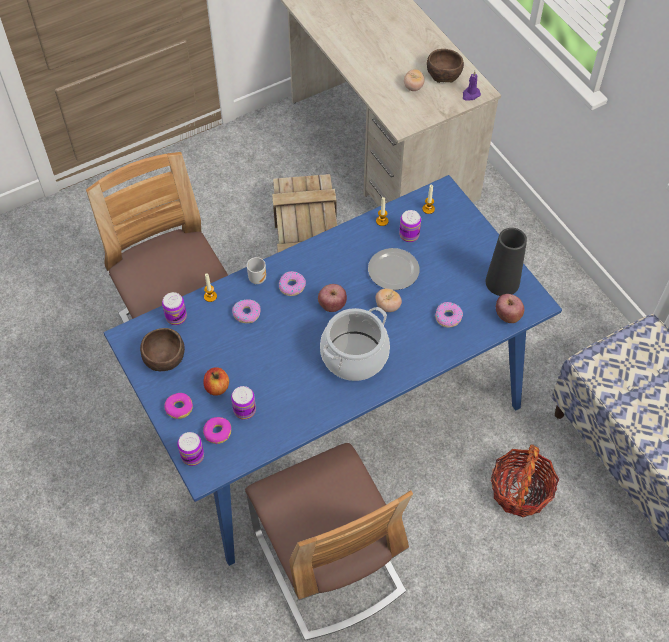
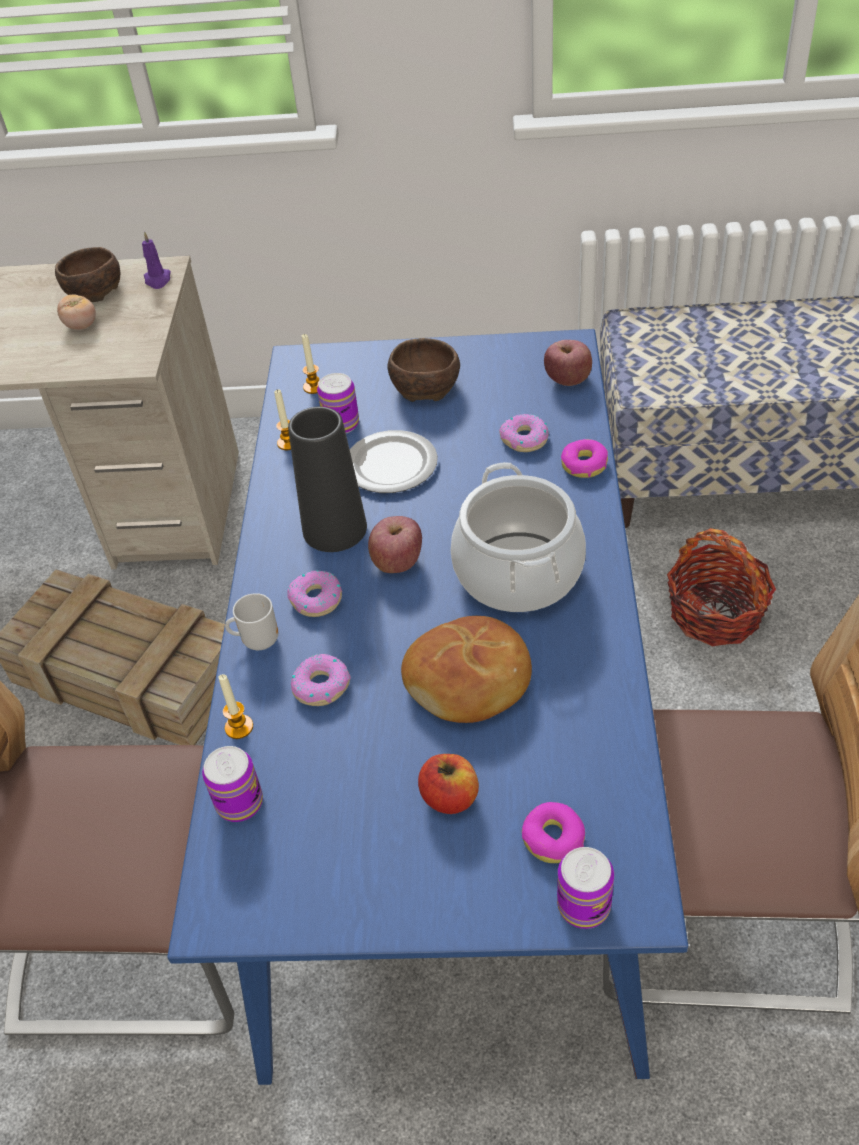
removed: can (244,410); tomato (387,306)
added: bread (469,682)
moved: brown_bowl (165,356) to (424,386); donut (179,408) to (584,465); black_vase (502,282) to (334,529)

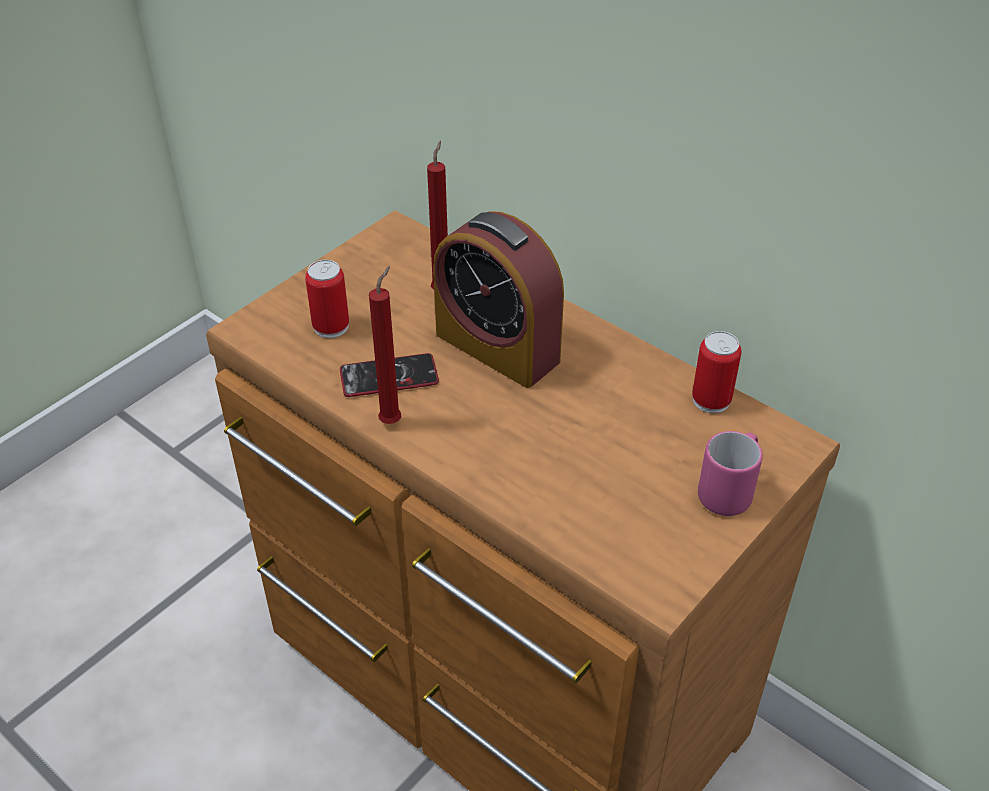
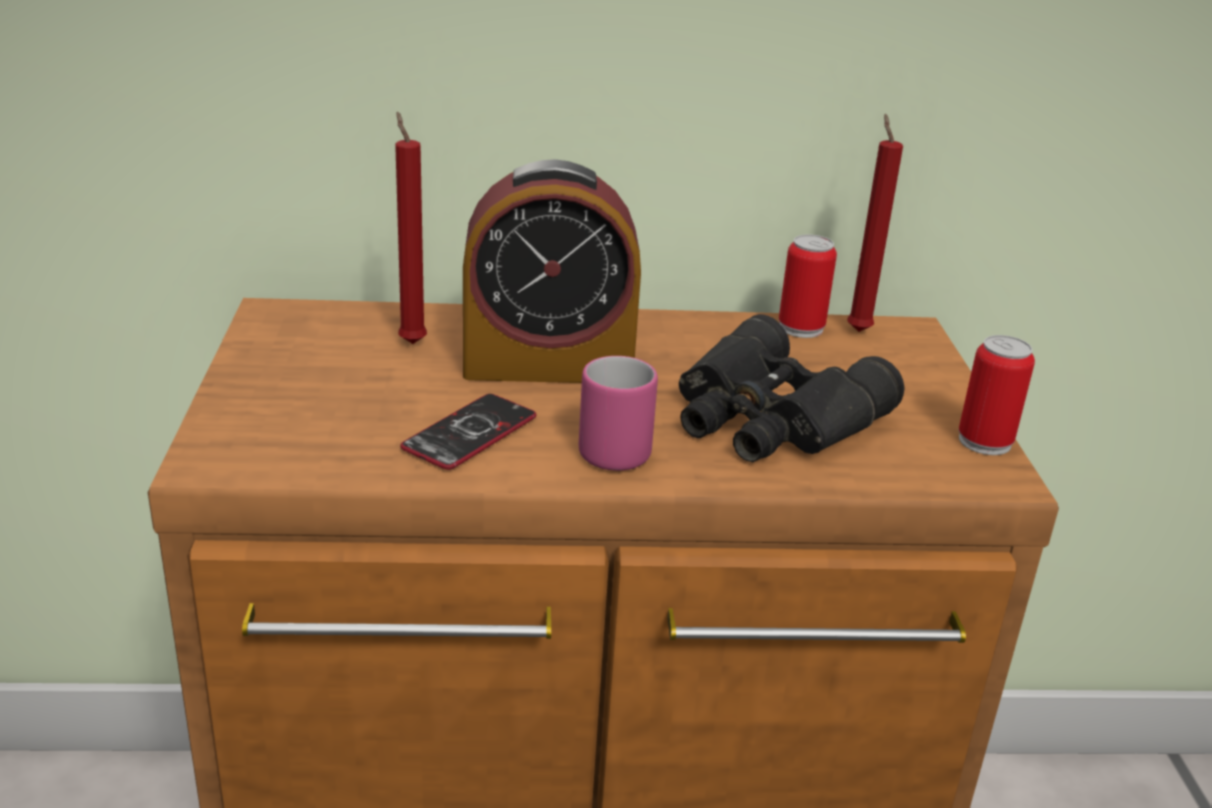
added: black_binoculars (770,418)
moved: can (331,326) to (984,441); red_candle (393,420) to (857,329); pink_mug (729,491) to (613,447)

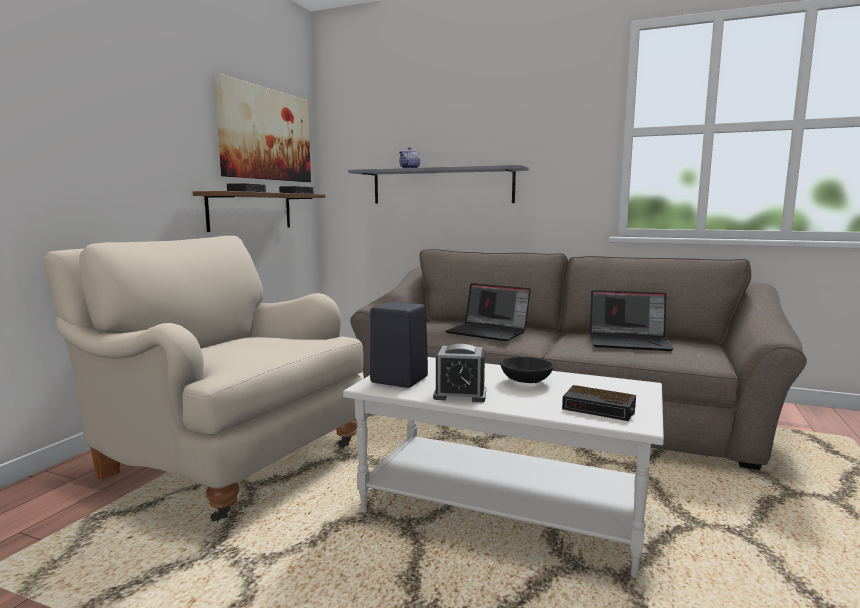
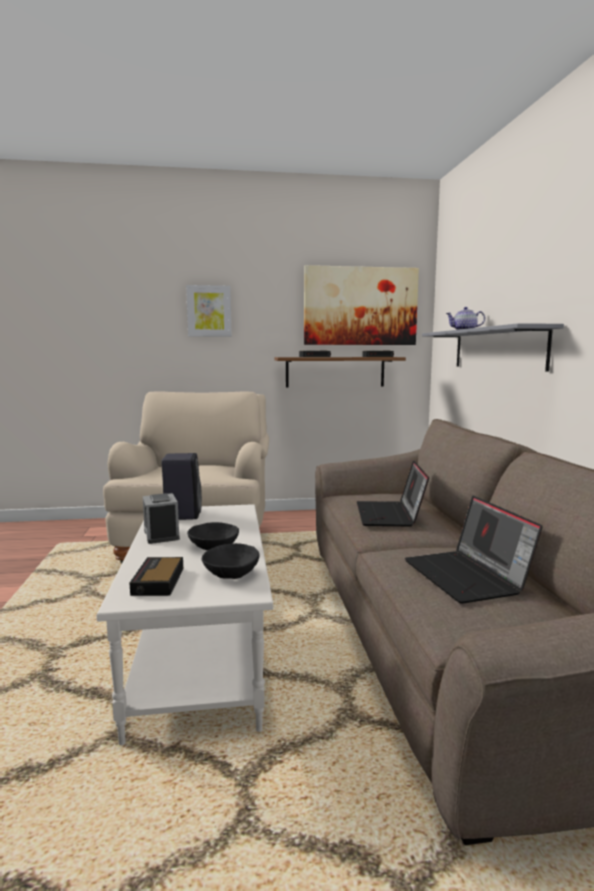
added: picture (209,311); black_bowl (231,574)

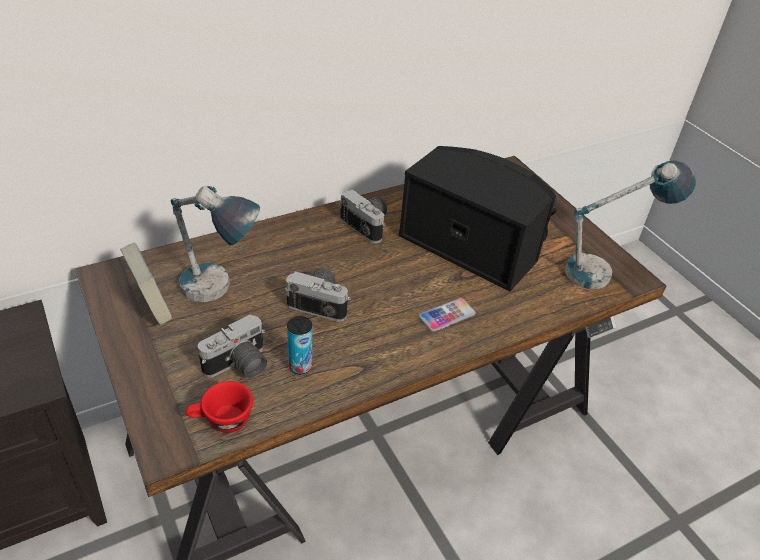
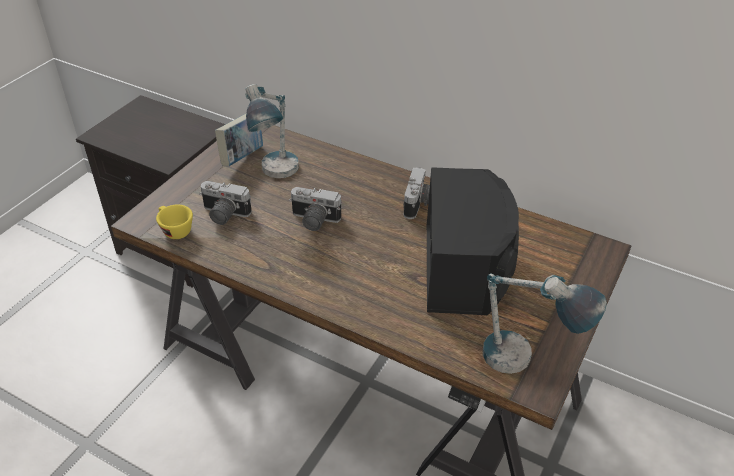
removed: can (300,366); phone (447,315)
recoloured: red_cup (221,421) to yellow_cup (174,230)
turned: photo_camera (321,302) = (313,221) 120 degrees clockwise

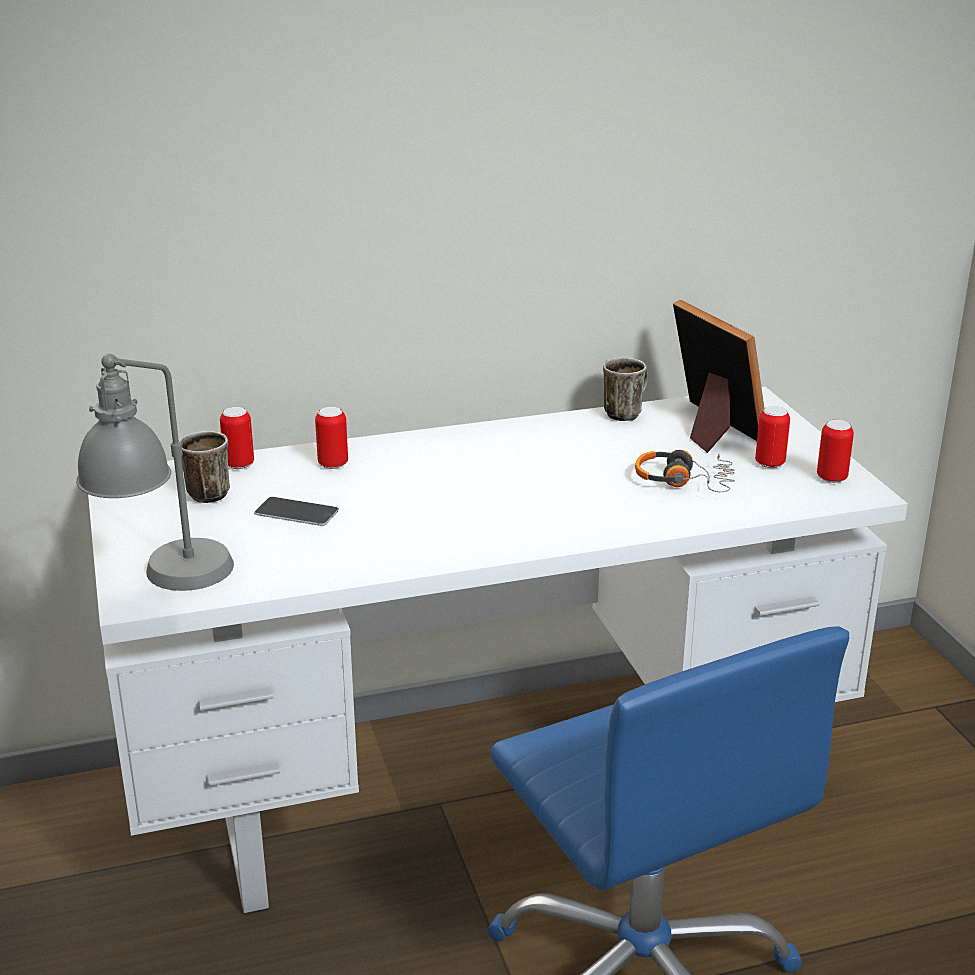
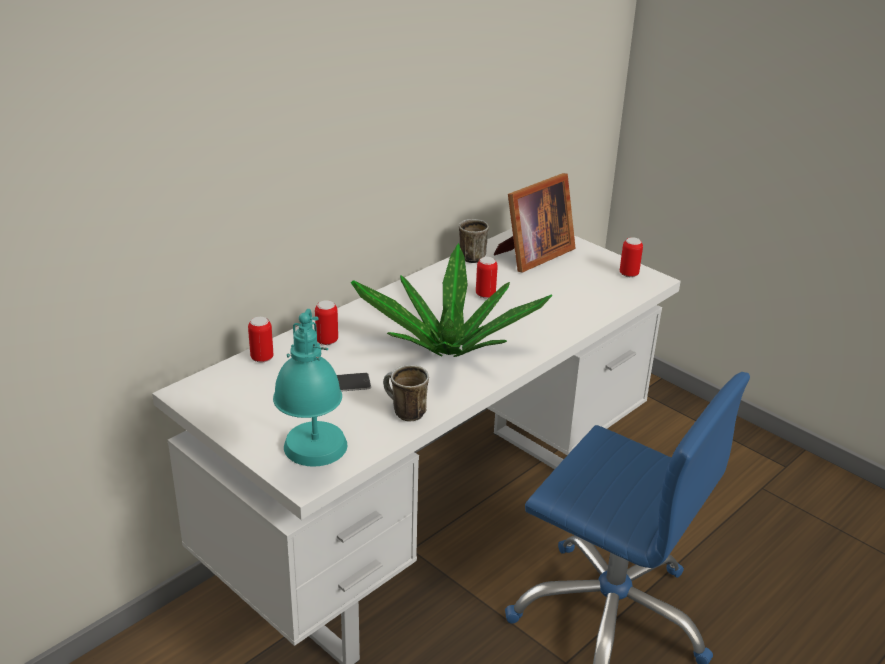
removed: headphones (684,481)
added: potted_plant (448,348)
moved: mug (204,493) to (403,412); can (769,463) to (485,295)
recoloured: grey_table_lamp (167,586) to turquoise_table_lamp (315,464)
turned: picture_frame (710,428) = (532,255) 105 degrees clockwise

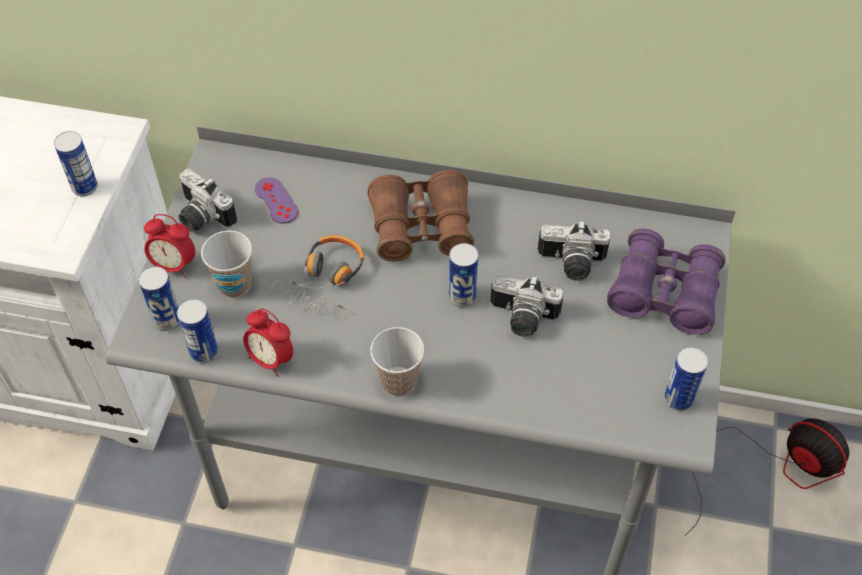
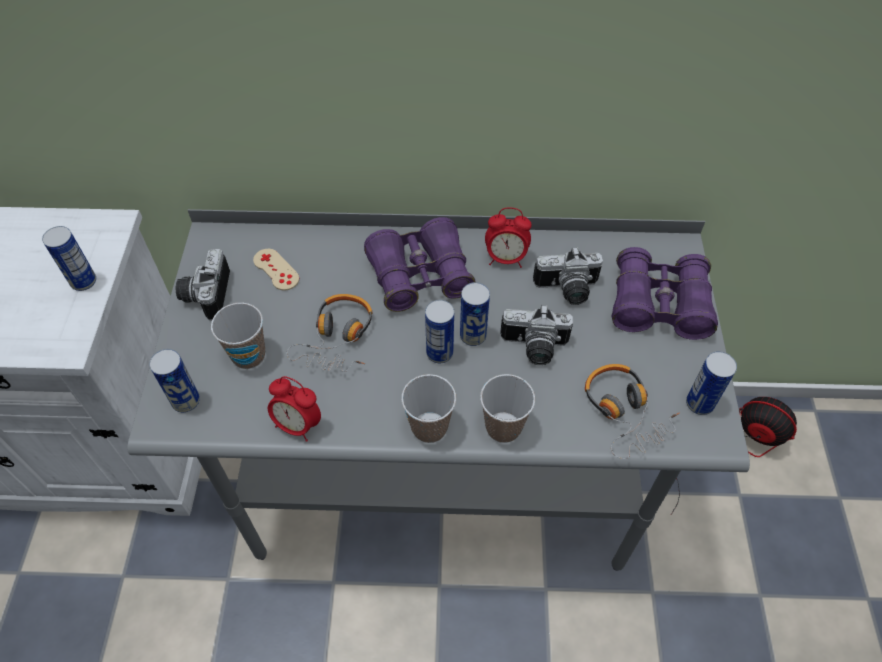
added: cup (503,427); headphones (624,413)
moved: alarm_clock (174,265) to (505,259); can (204,352) to (439,353)
recoloured: purple_game_controller (276,200) to beige_game_controller (276,269); brown_binoculars (421,228) to purple_binoculars (420,276)
turned: photo_camera (201,217) = (205,295) 60 degrees clockwise

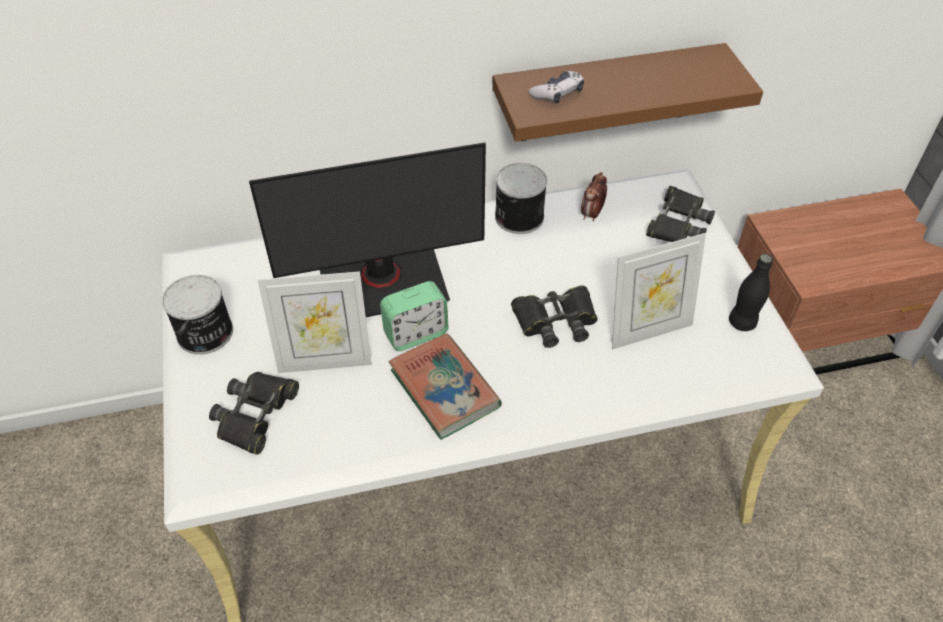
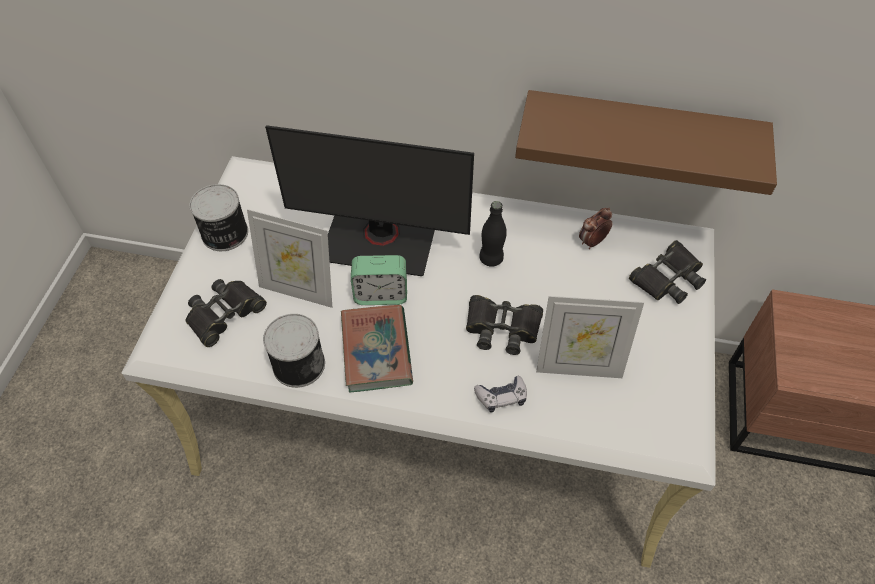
moved: can (517,216) to (297,363); game_controller (557,93) to (501,397); black_bottle (742,322) to (491,259)

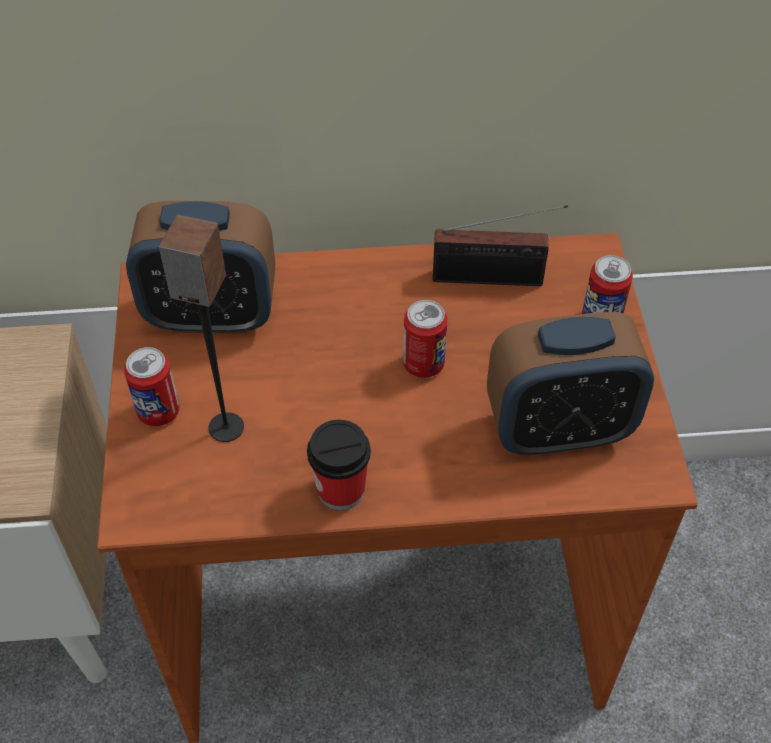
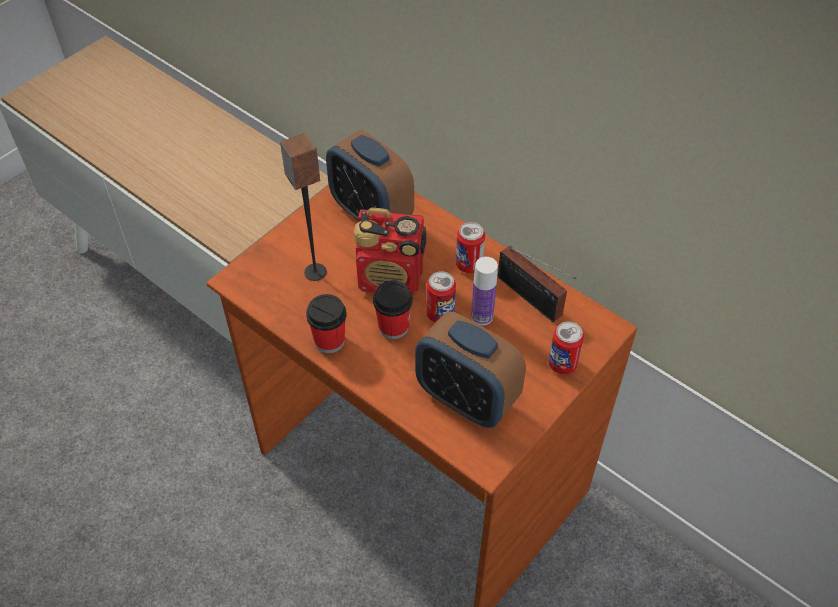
added: radio (391,279); cup (393,327); bottle (482,316)
moved: can (158,412) to (469,265)

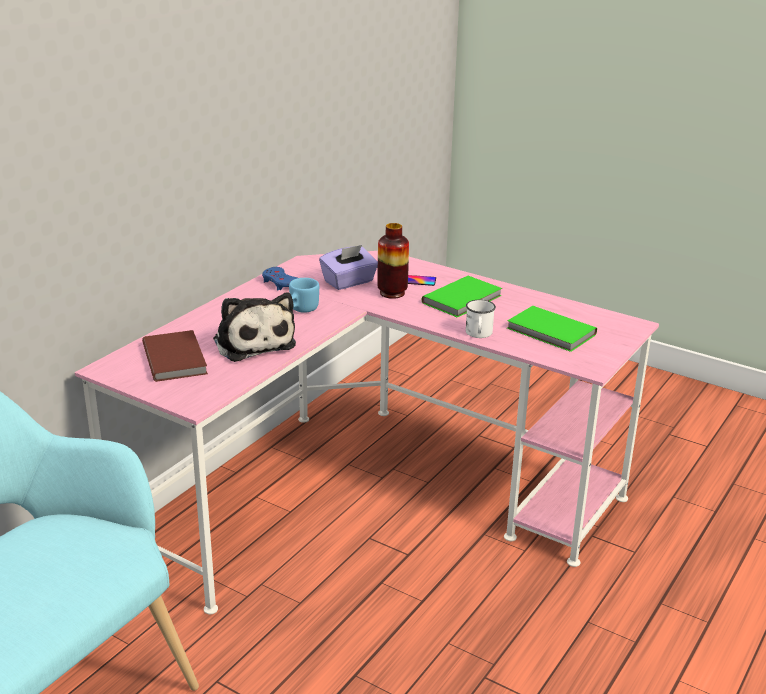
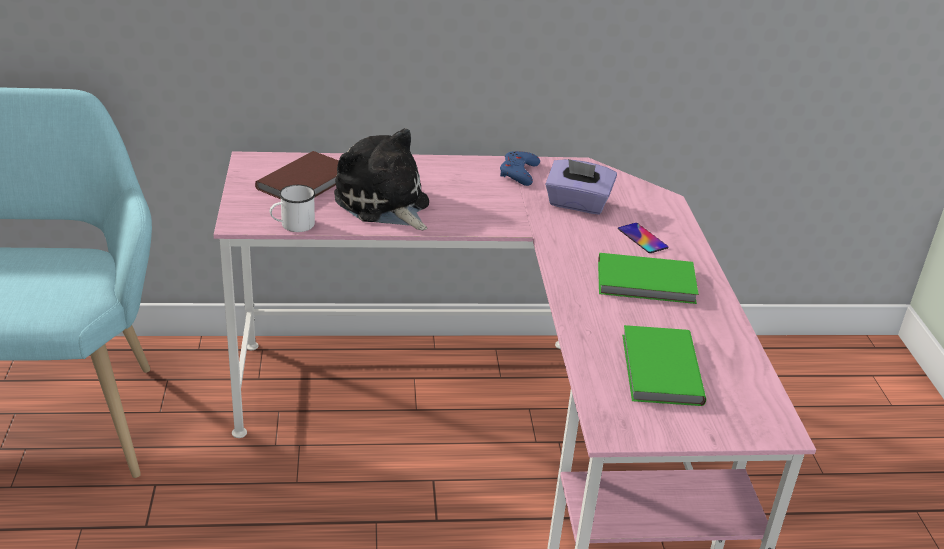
removed: blue_mug (301,310); vase (392,293)
moved: white_mug (478,334) to (292,225)
turned: plush_toy (253,342) = (384,204) 120 degrees clockwise

